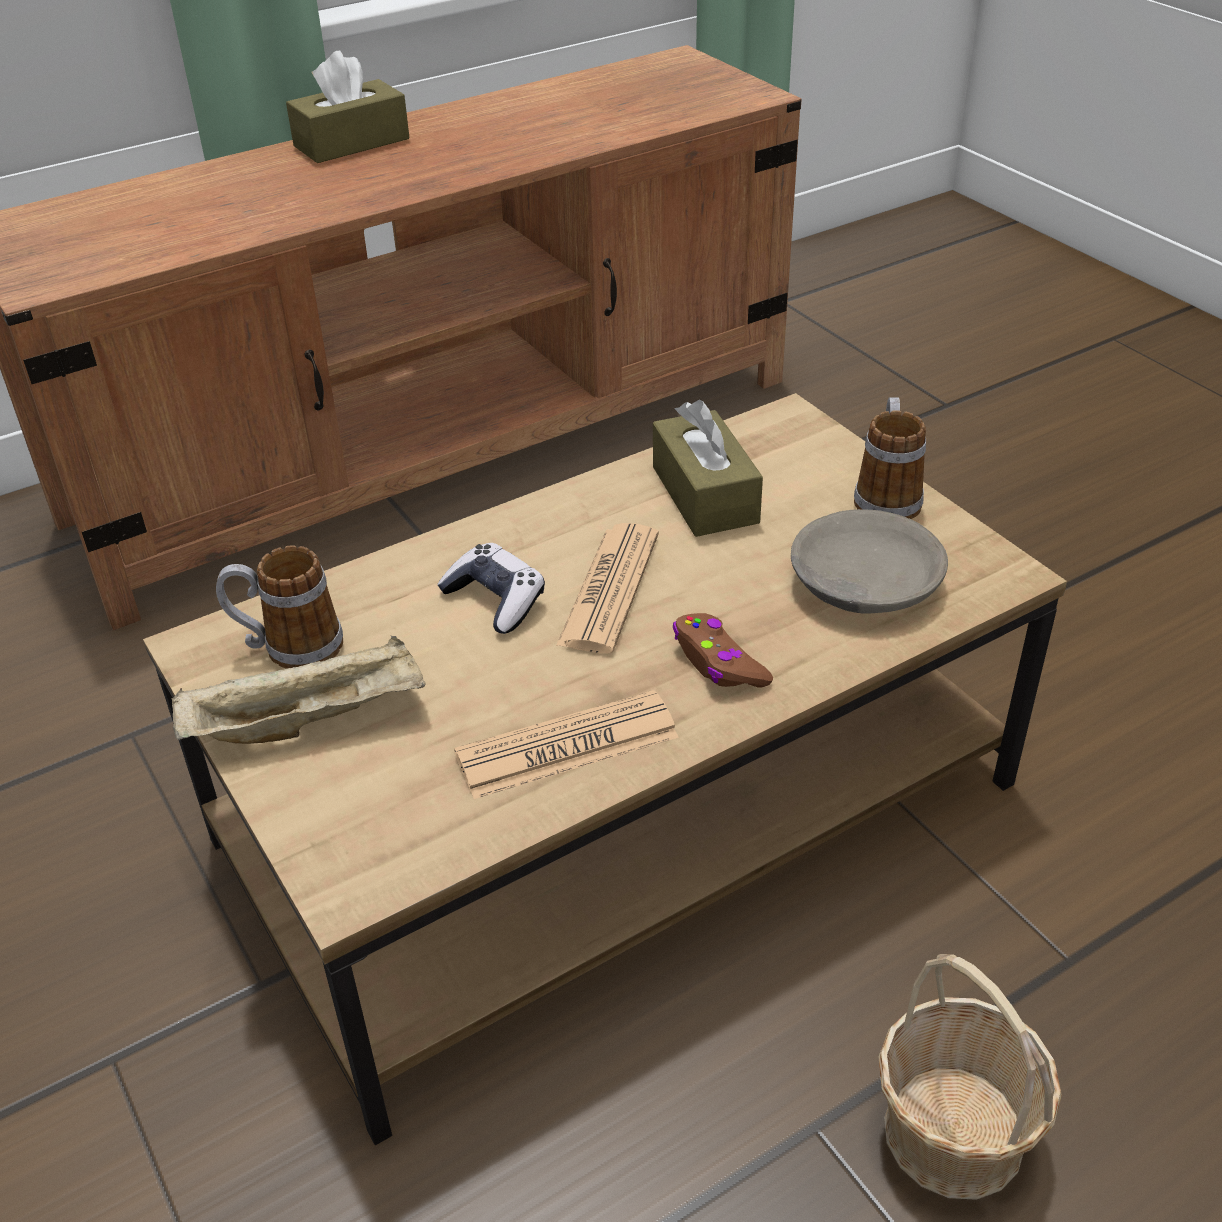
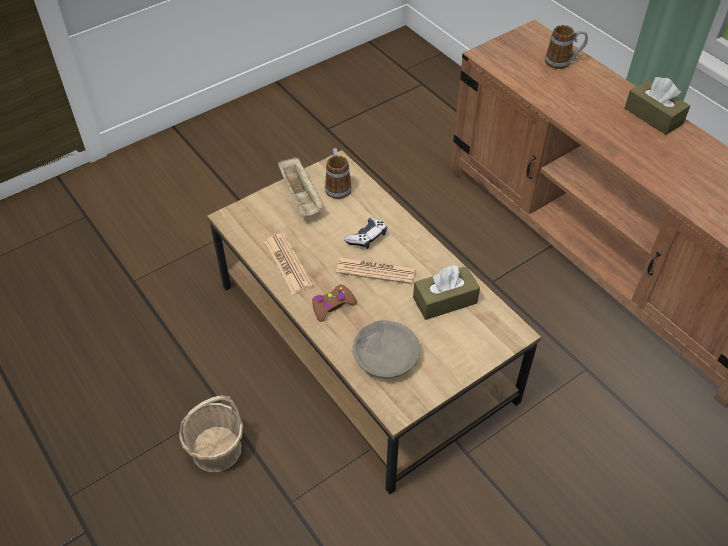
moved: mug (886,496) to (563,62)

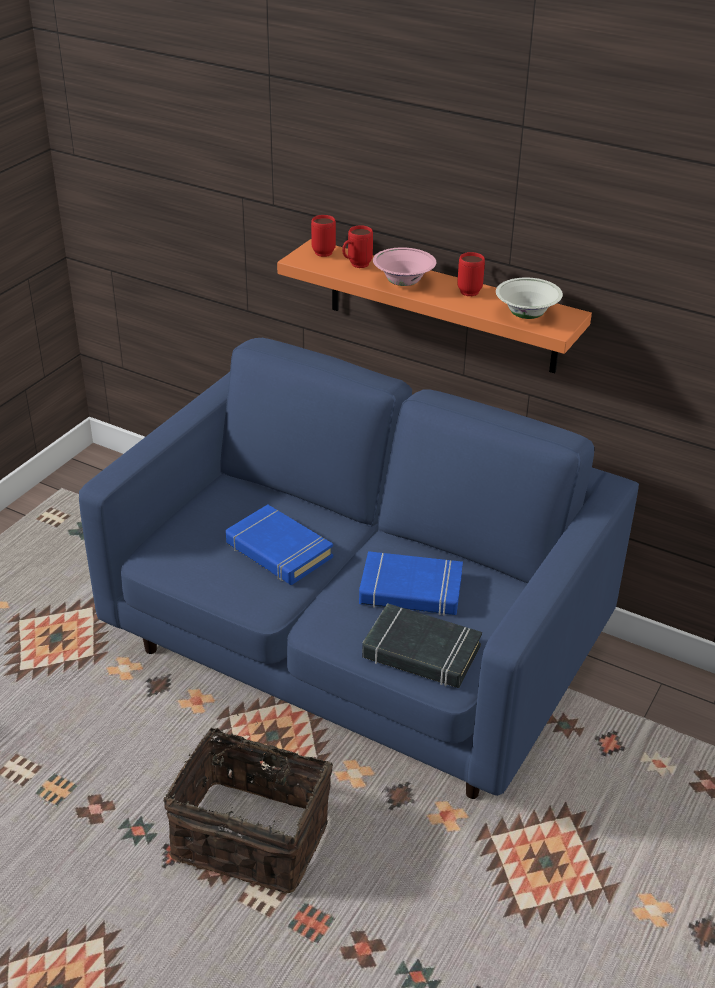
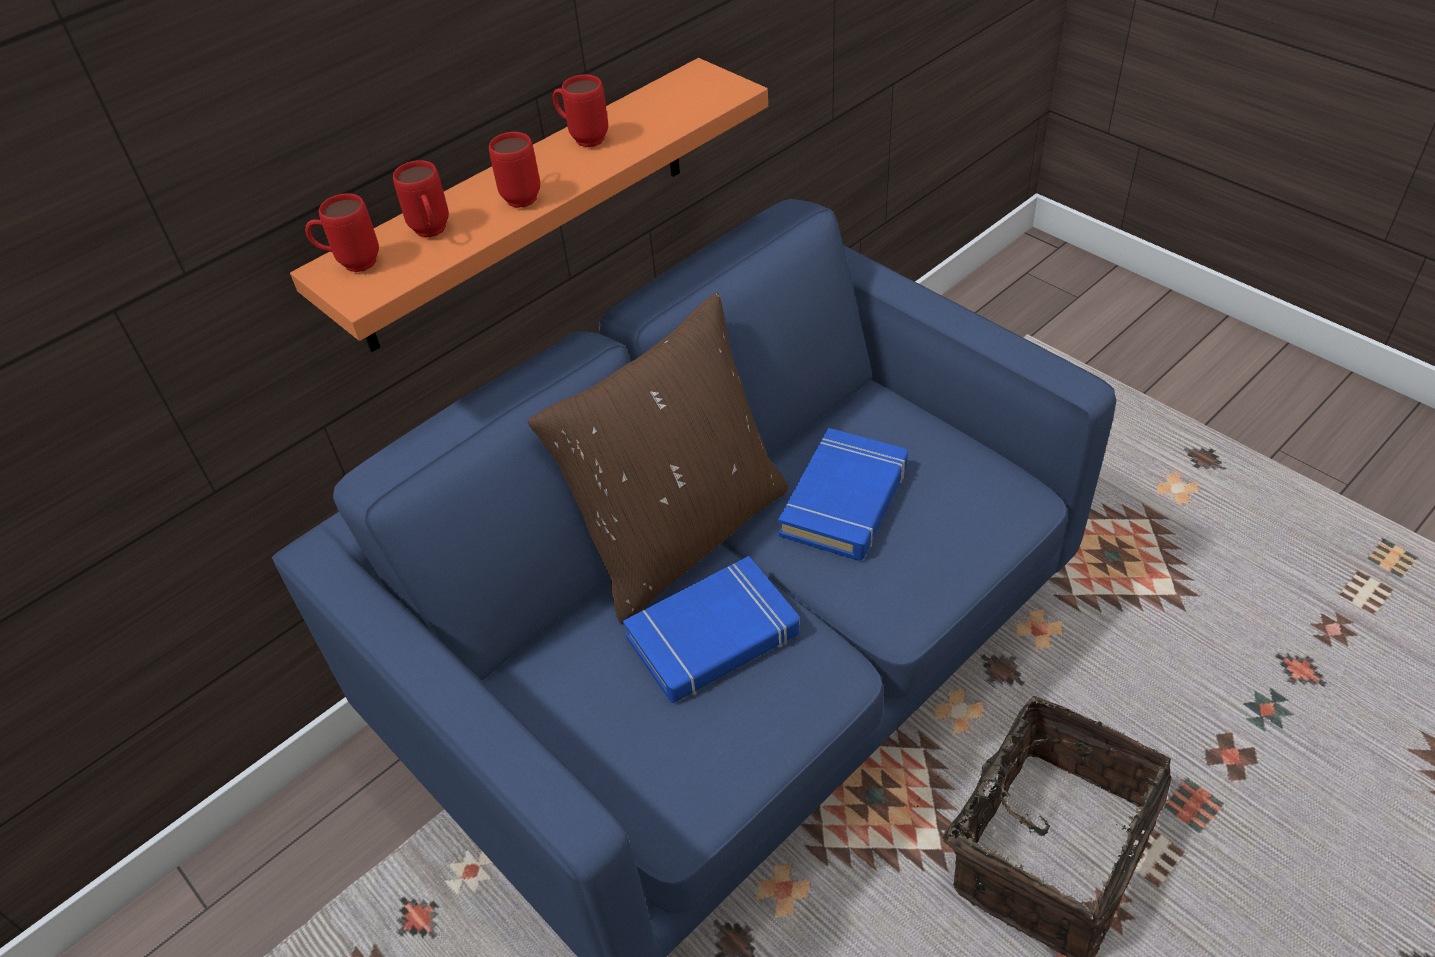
removed: black_book (421,653); white_bowl (526,315)
added: brown_pillow (681,534)
replaced: pink_bowl (403,283) to red_mug (524,194)

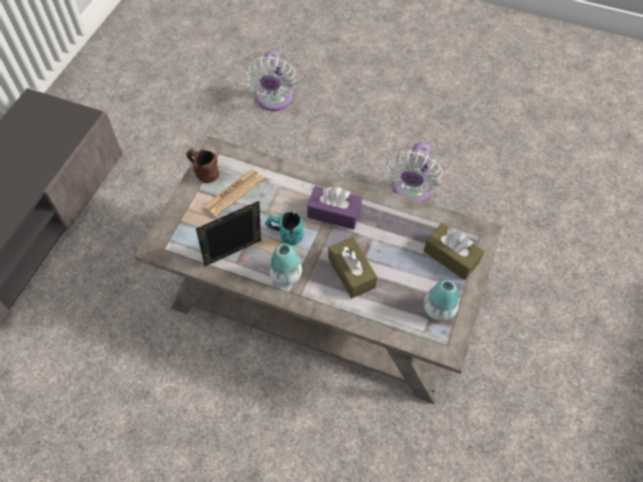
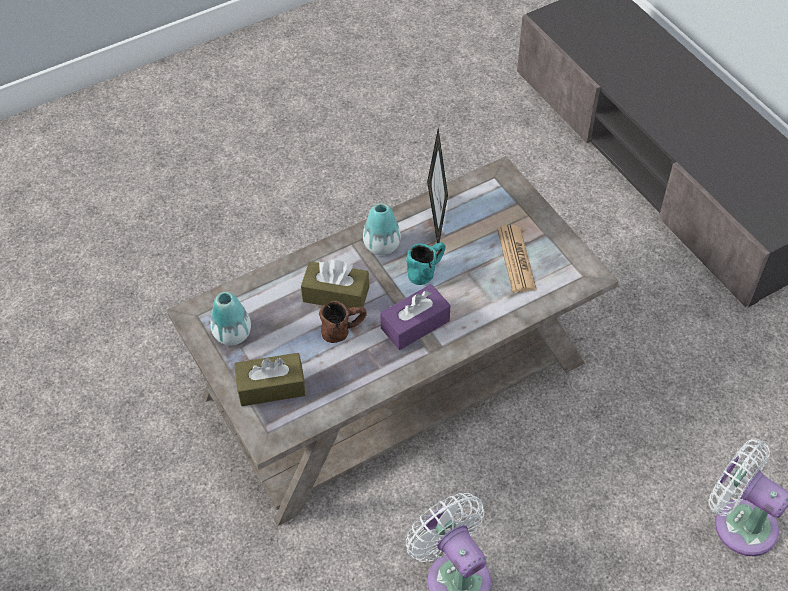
moved: brown_mug (202,172) to (344,330)

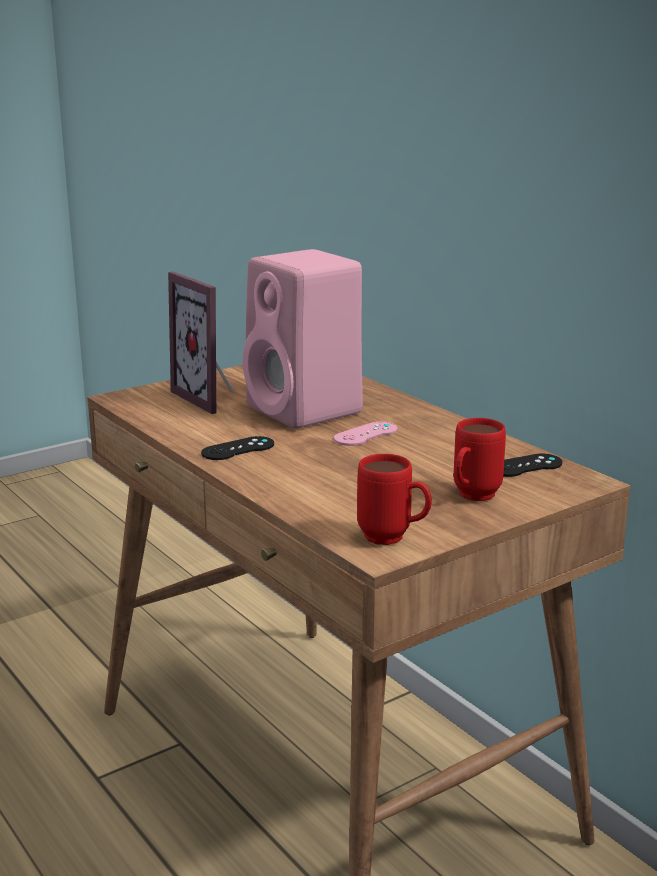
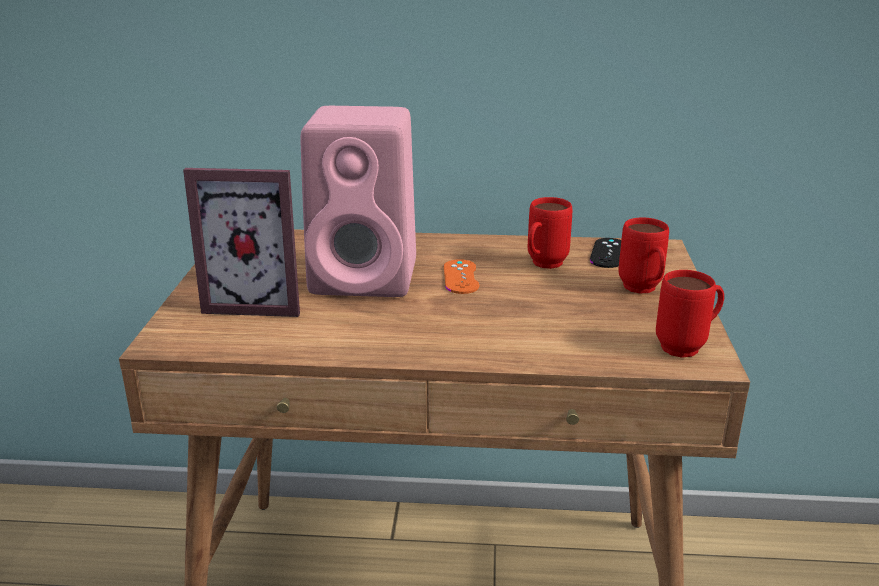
removed: black_game_controller (238,449)
added: red_mug (542,266)
recoloured: pink_game_controller (365,434) to orange_game_controller (461,277)

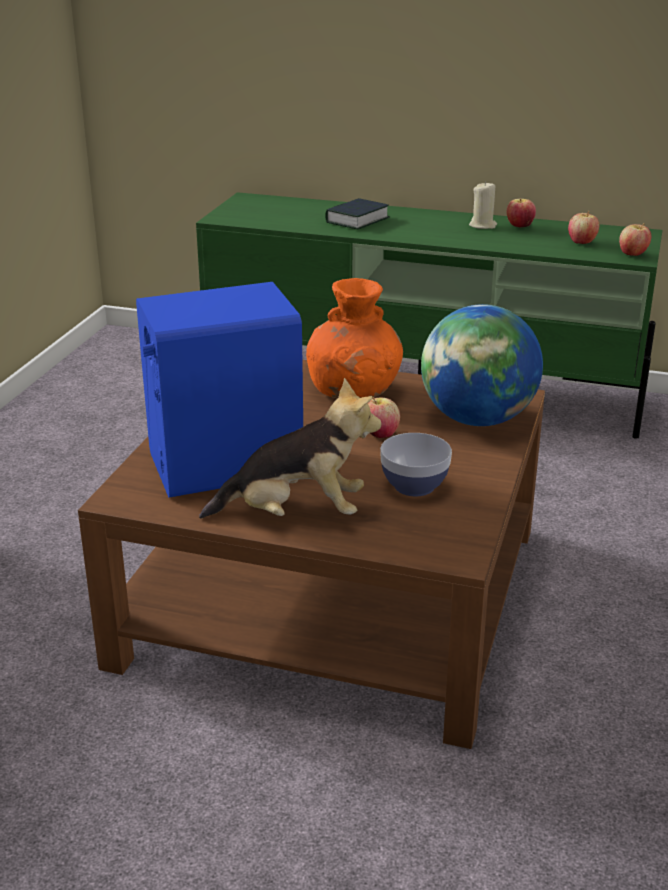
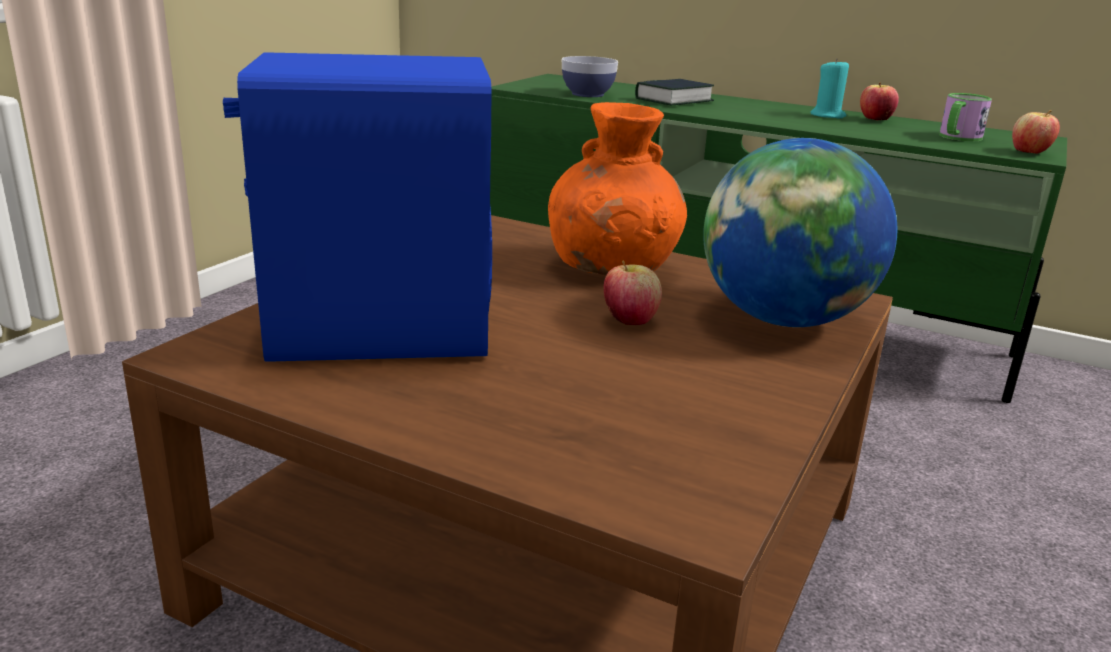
removed: plush_toy (296,514)
moved: bowl (414,486) to (587,94)
replaced: apple (582,242) to mug (957,138)
recoloured: beige_candle (483,225) to turquoise_candle (828,115)

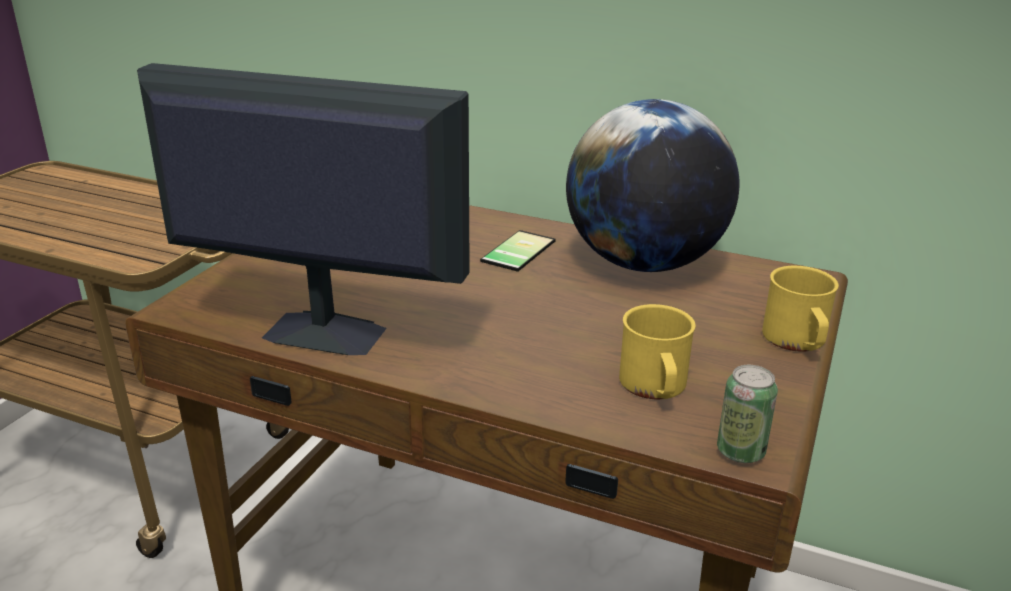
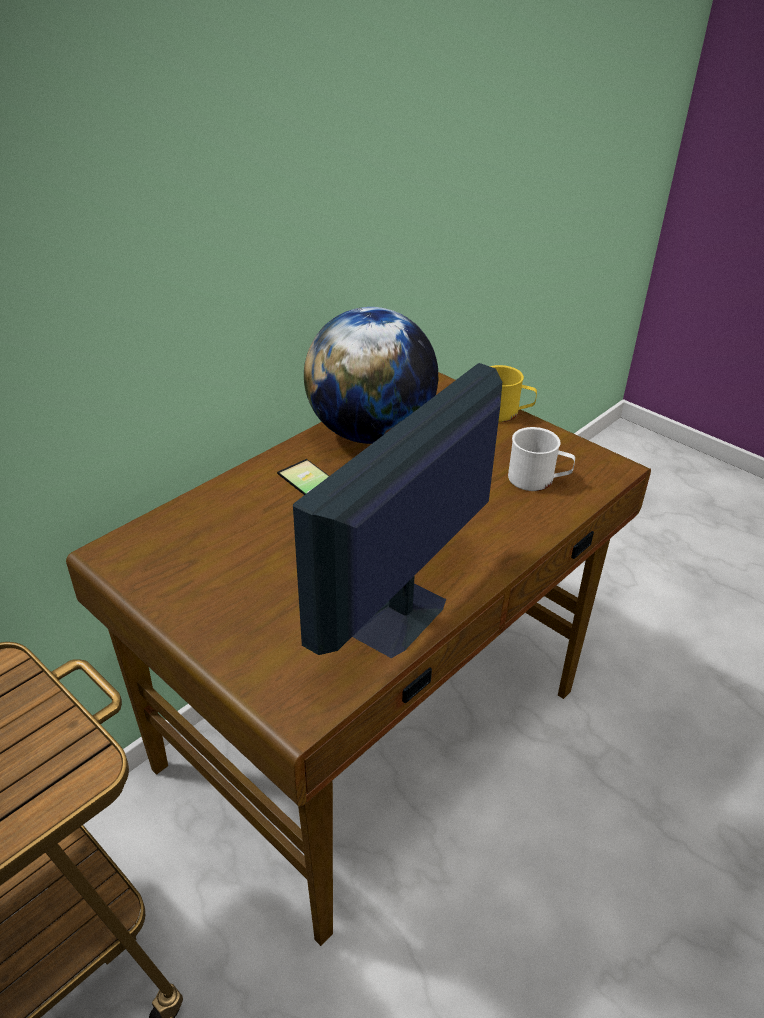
removed: can (740,452)
recoloured: yellow_mug (655,388) to white_mug (538,479)

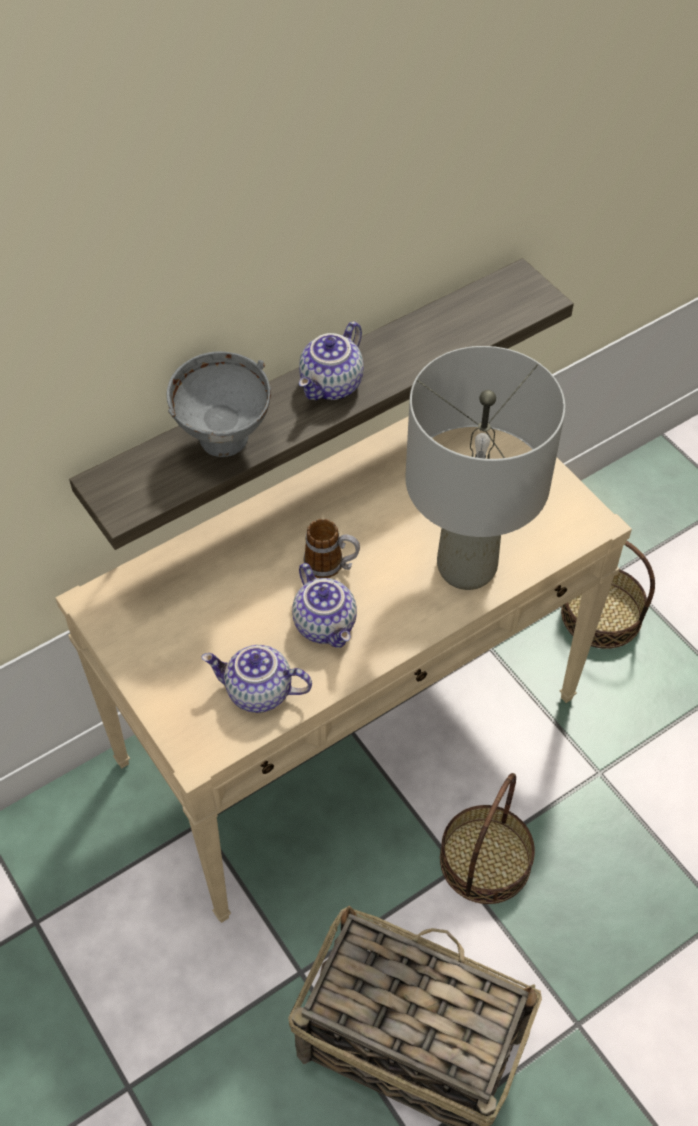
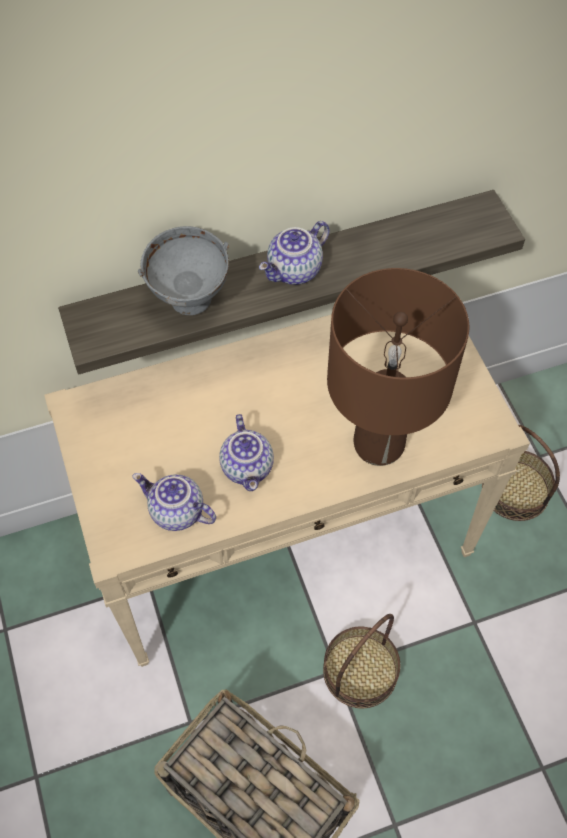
removed: mug (331,565)
recoloured: grey_table_lamp (465,568) to brown_table_lamp (377,445)

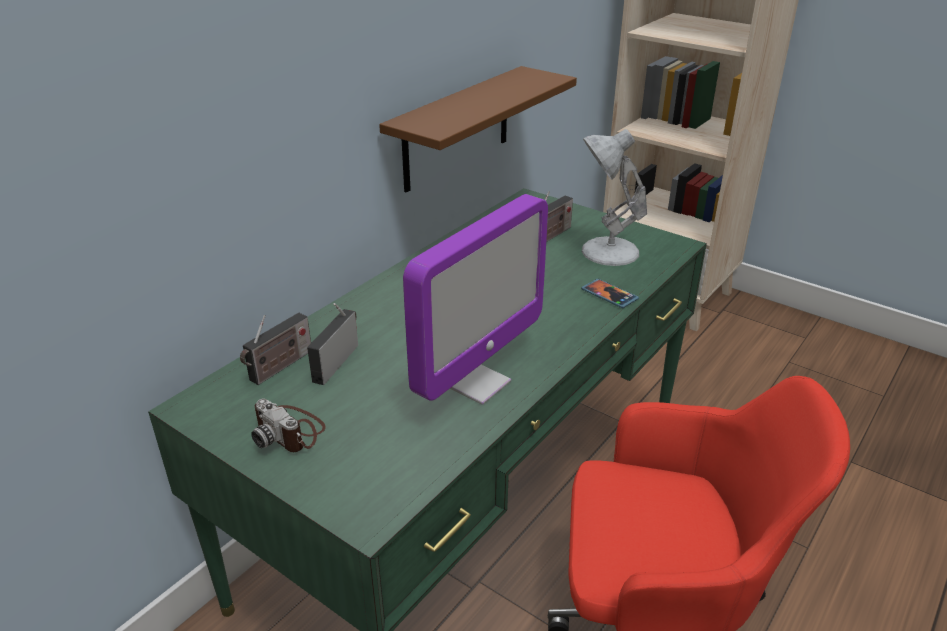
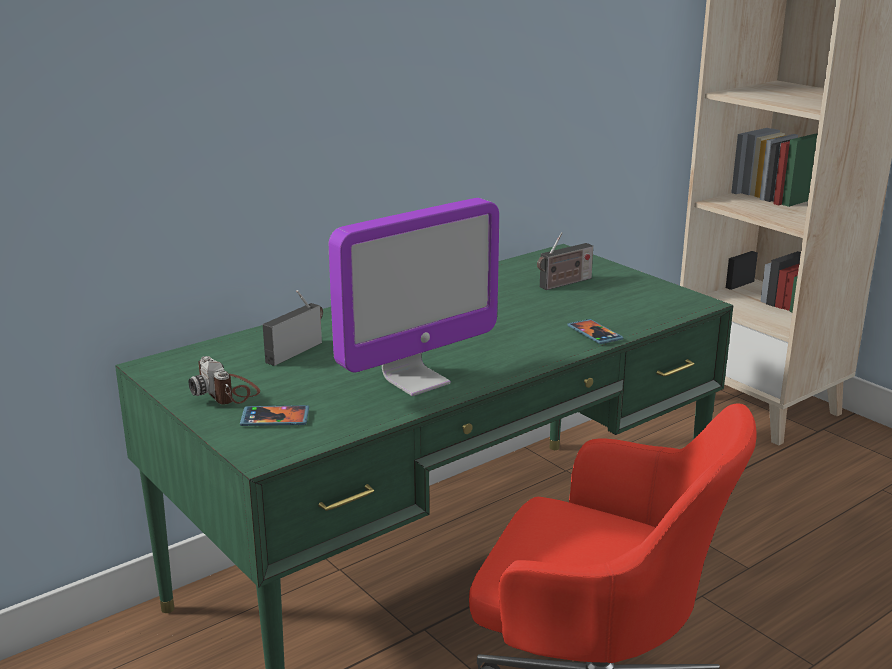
removed: radio (279,367); brown_shelf (457,129); white_table_lamp (607,252)
added: phone (275,418)

